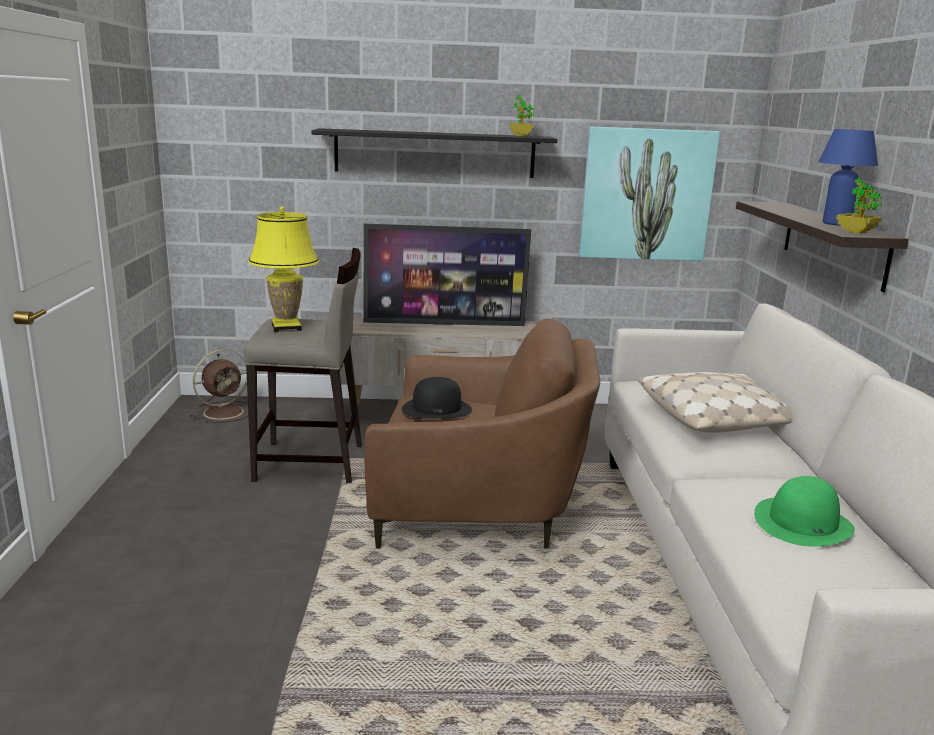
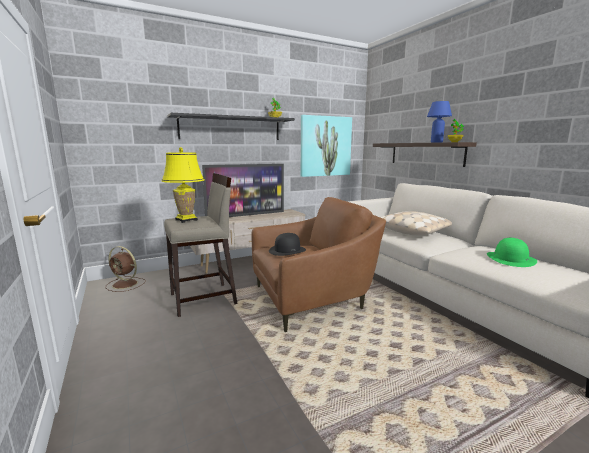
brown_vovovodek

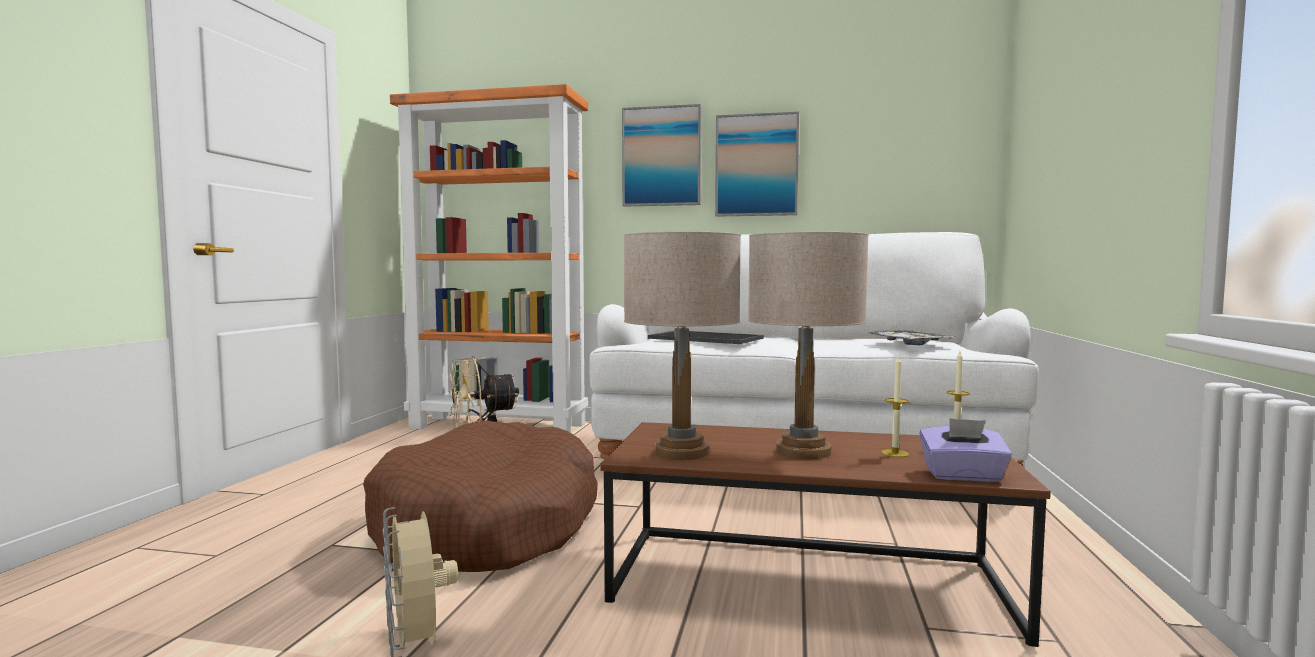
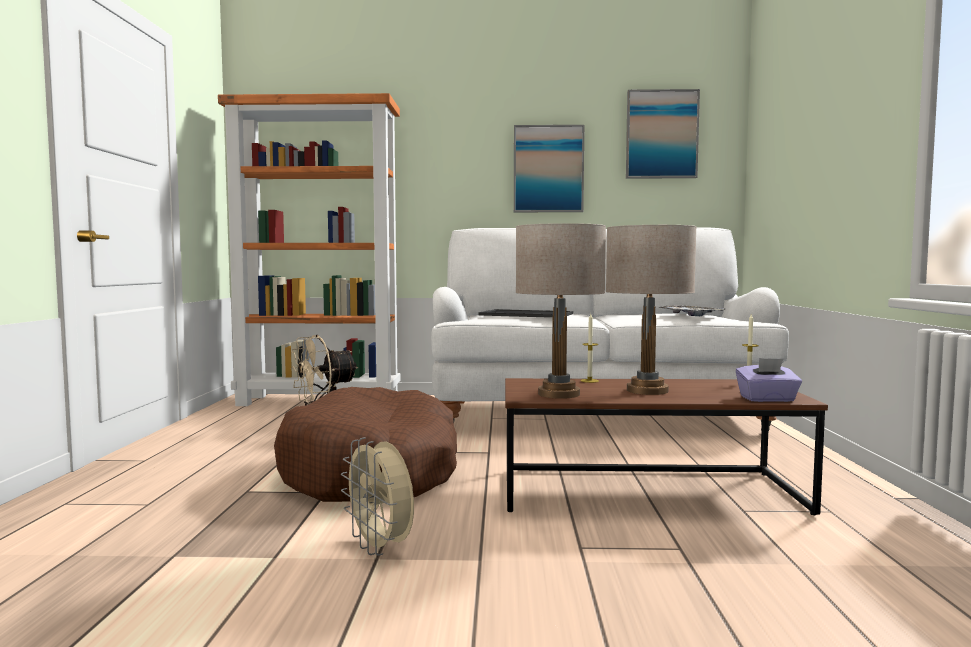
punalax (2nd from left)
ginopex (1st from left)

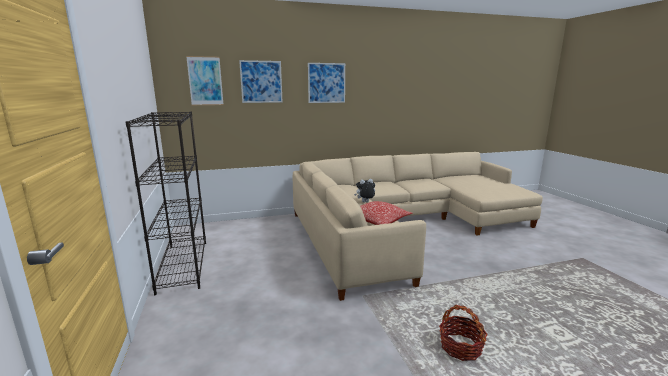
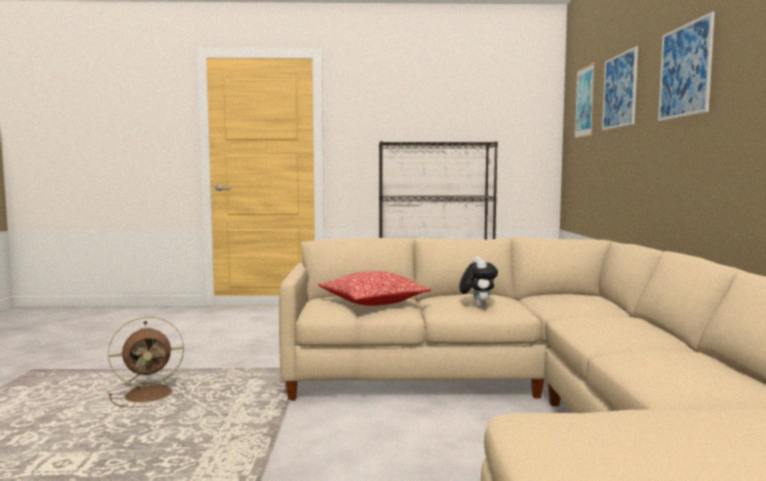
brown_vovovodek

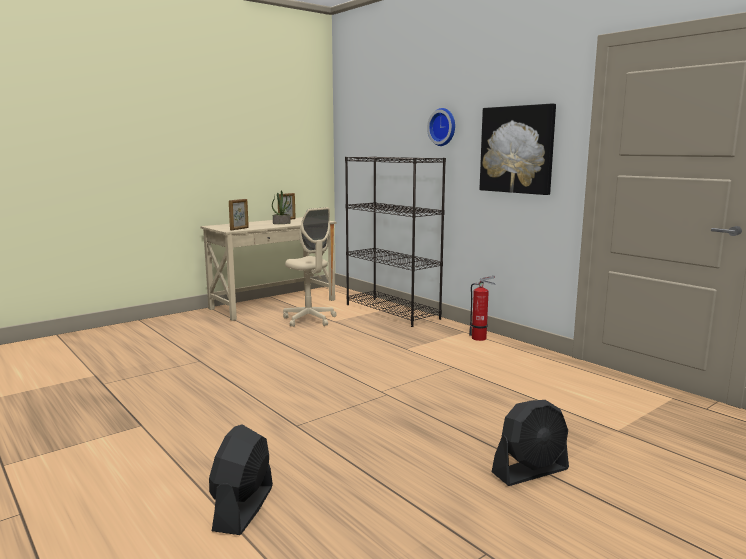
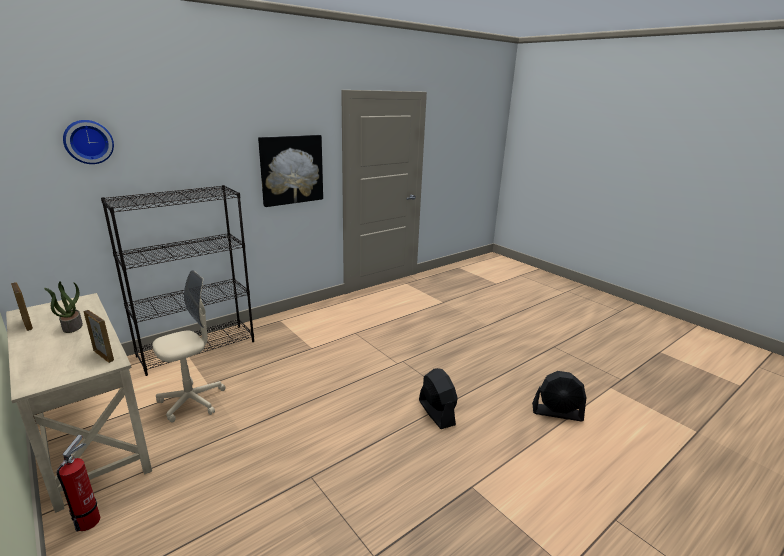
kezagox
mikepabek
black_vovovodek (1st from left)

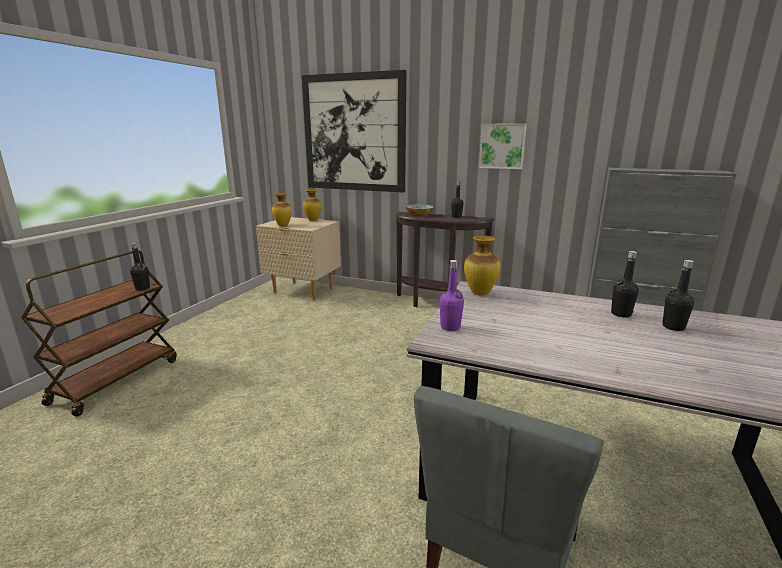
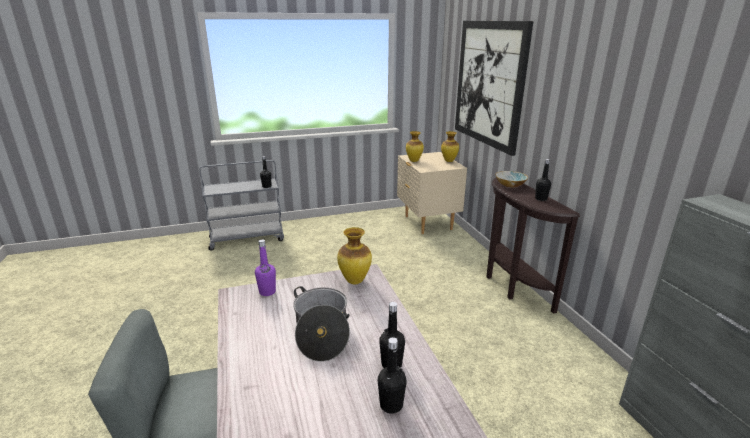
punalax (2nd from left in the first image)
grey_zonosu
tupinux

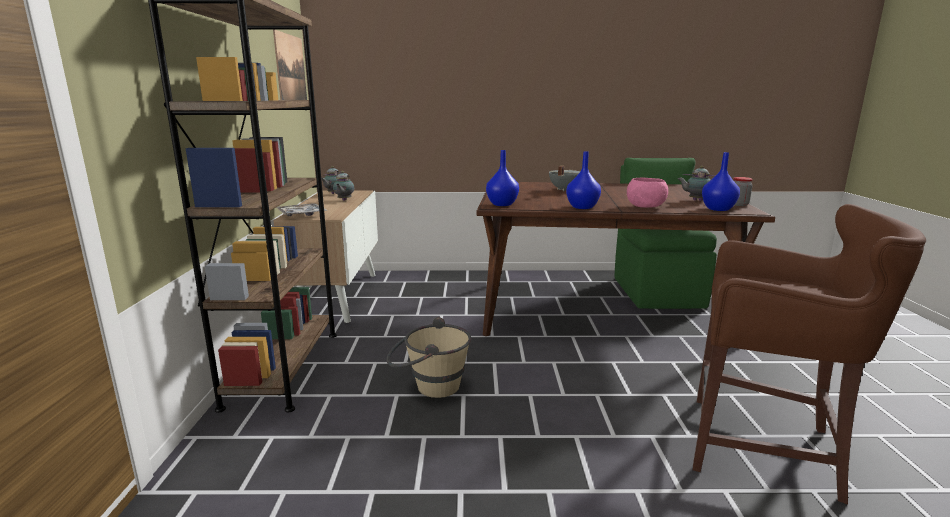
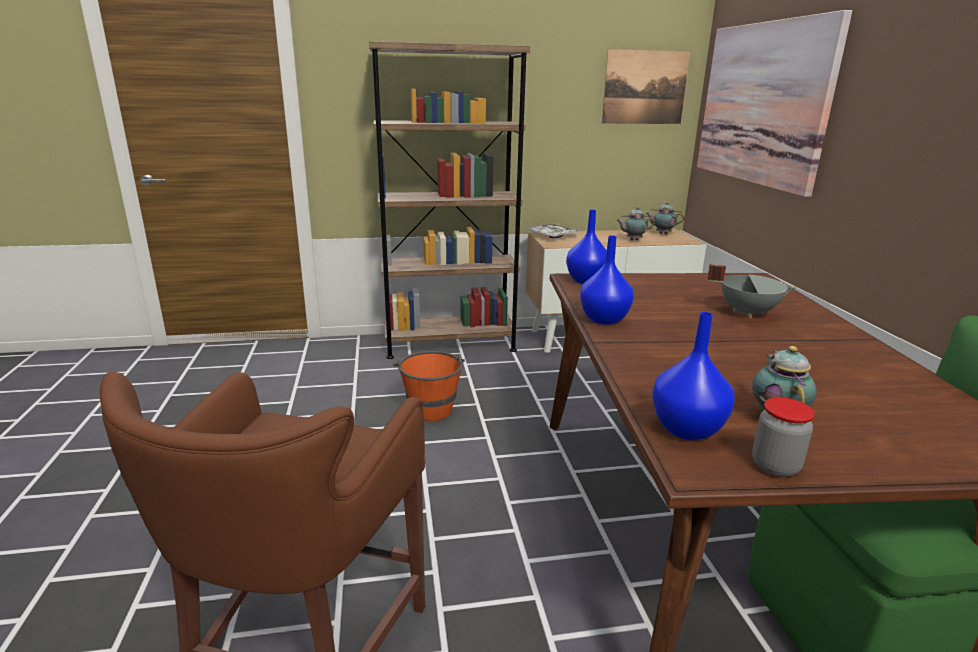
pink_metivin
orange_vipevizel
punalax (2nd from left)

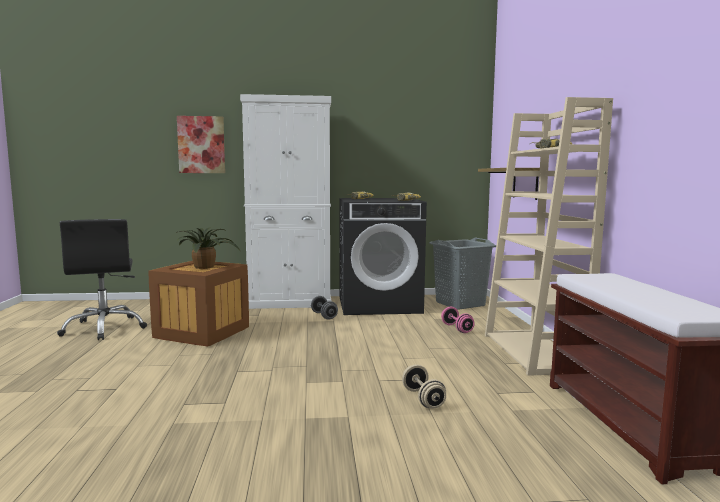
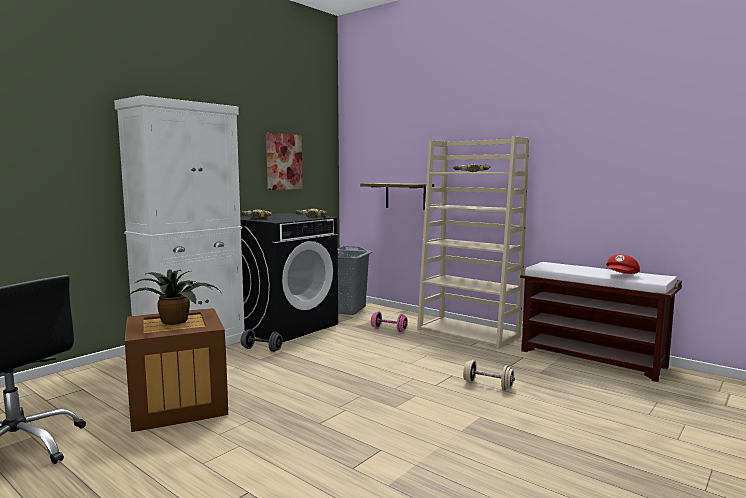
punalax
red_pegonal

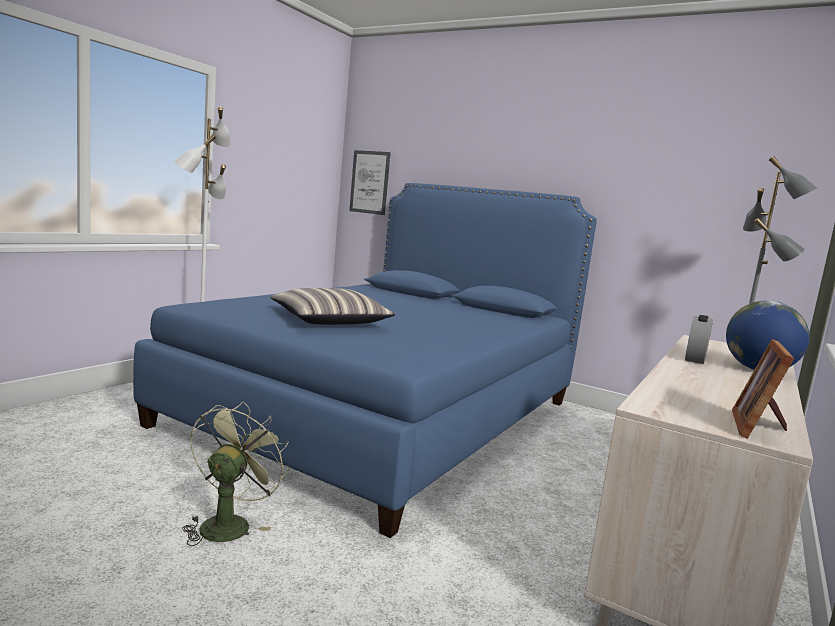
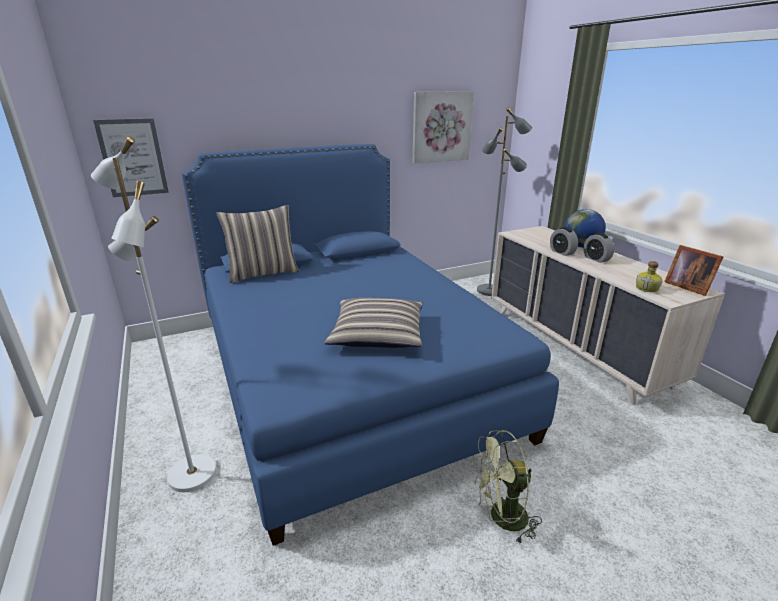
green_vovovodek
punalax (2nd from left)
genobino (1st from left)
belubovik (2nd from left)
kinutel

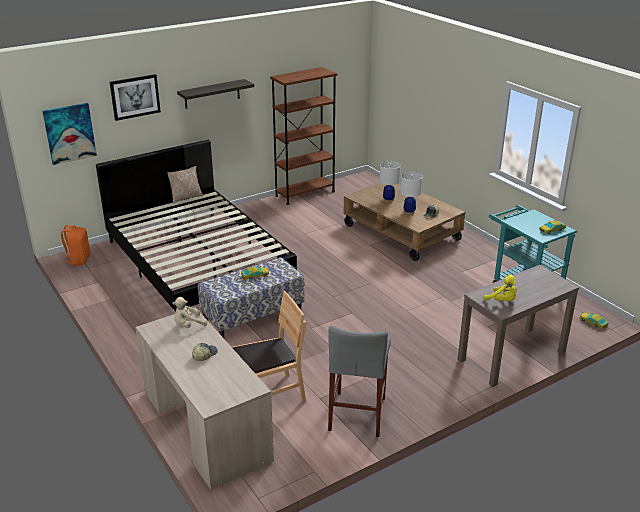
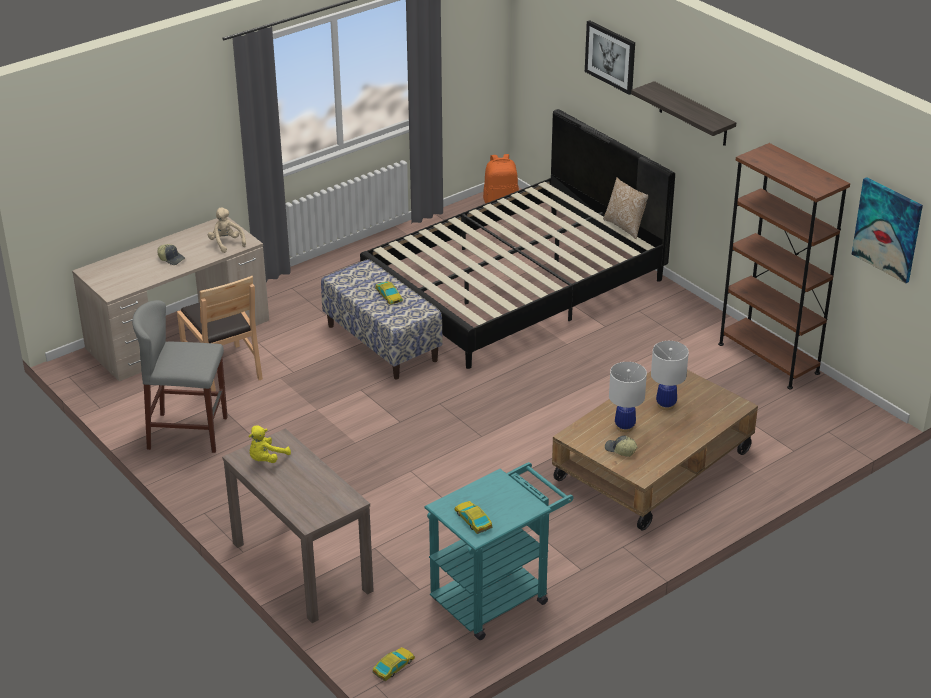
punalax (2nd from left)

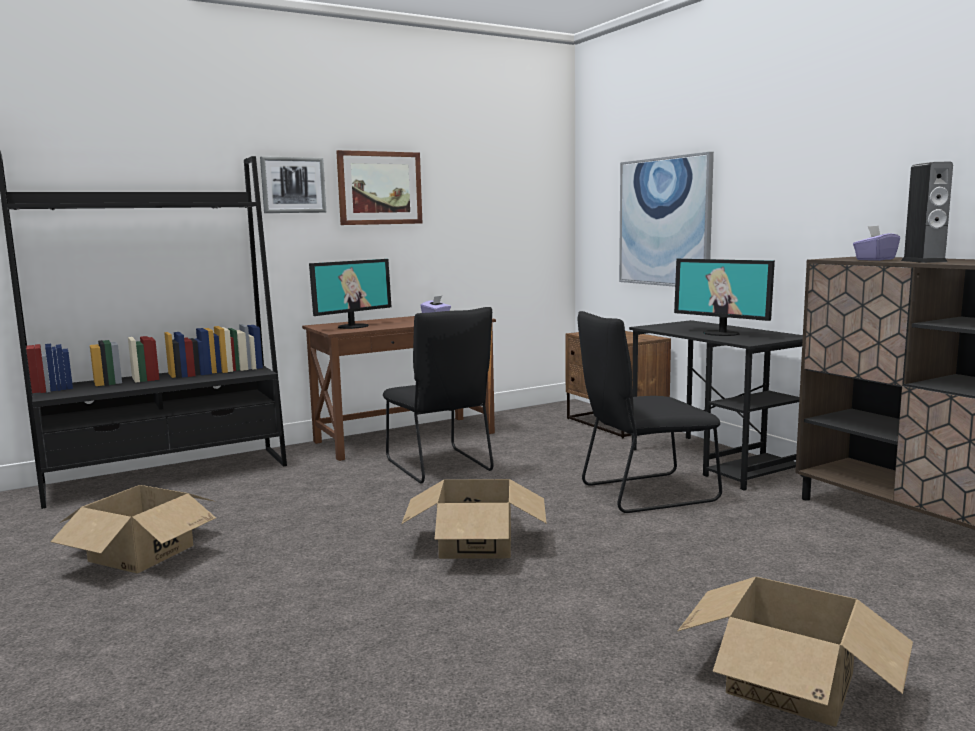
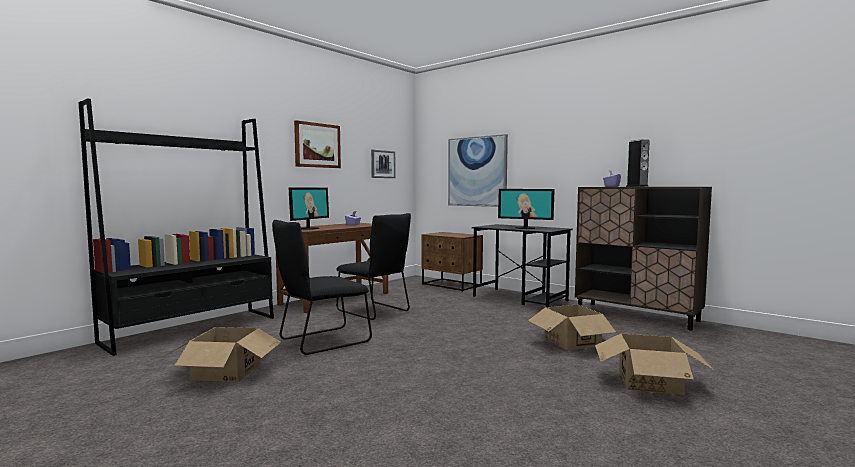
punalax (2nd from left)
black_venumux (1st from left)
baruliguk (2nd from left)

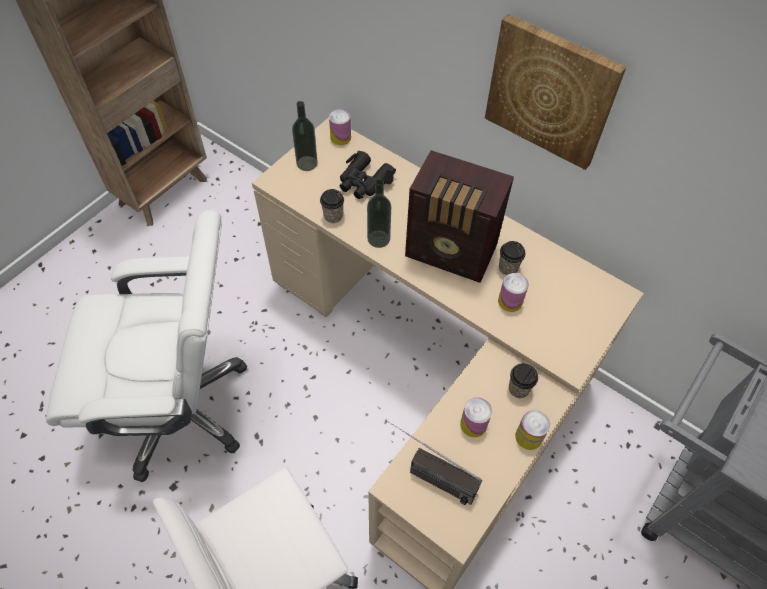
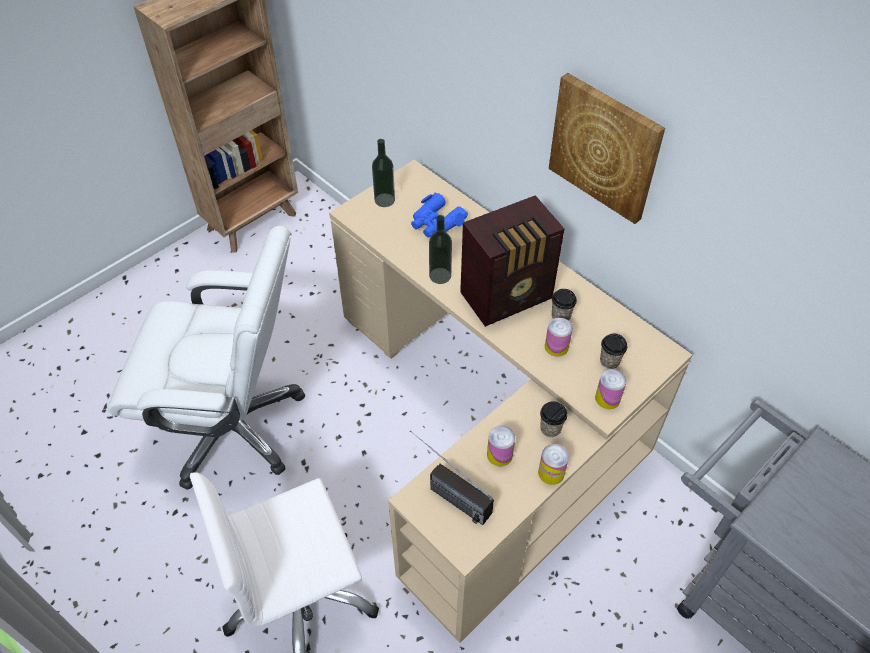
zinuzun (4th from left)
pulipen (2nd from left)
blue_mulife
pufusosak (3rd from left)

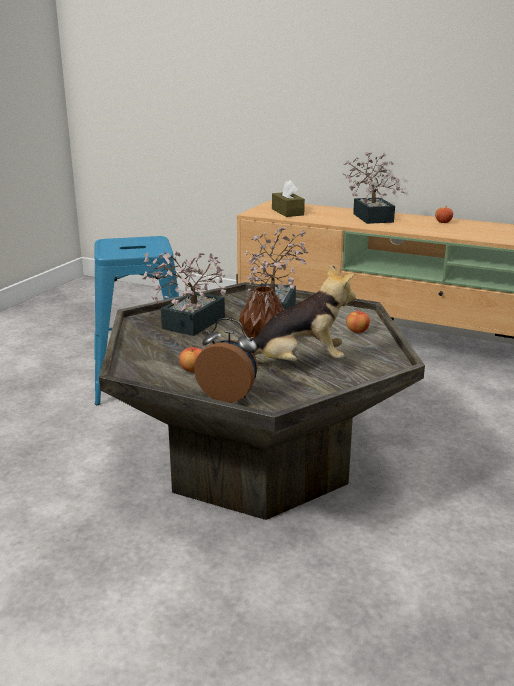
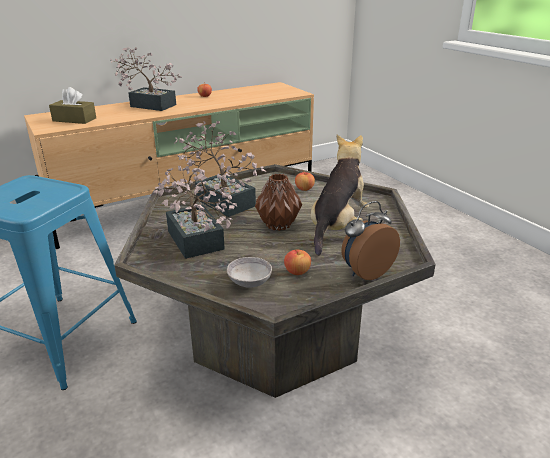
grey_metivin

